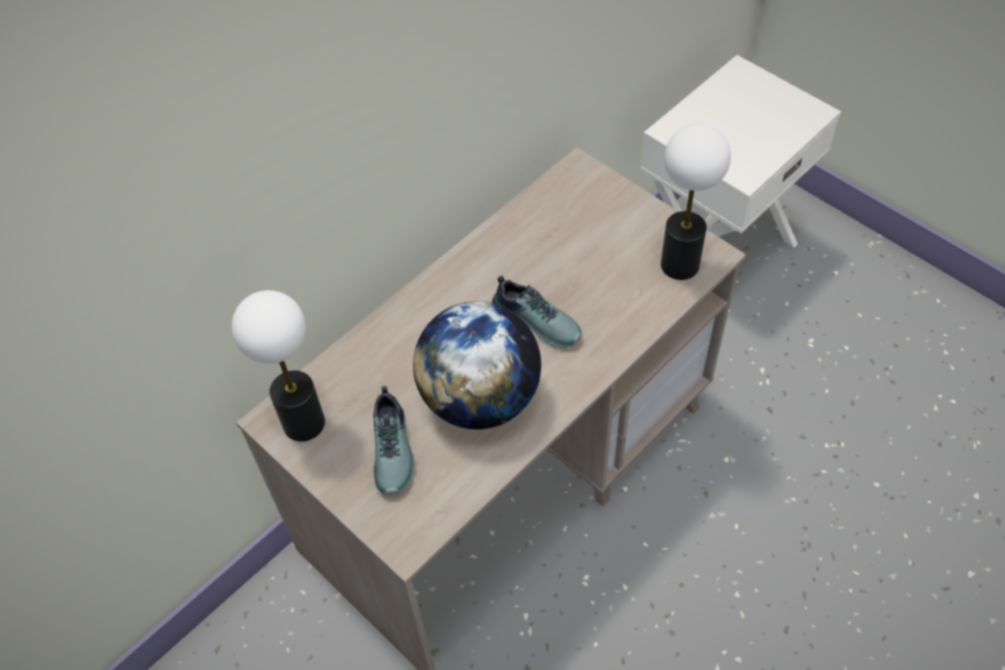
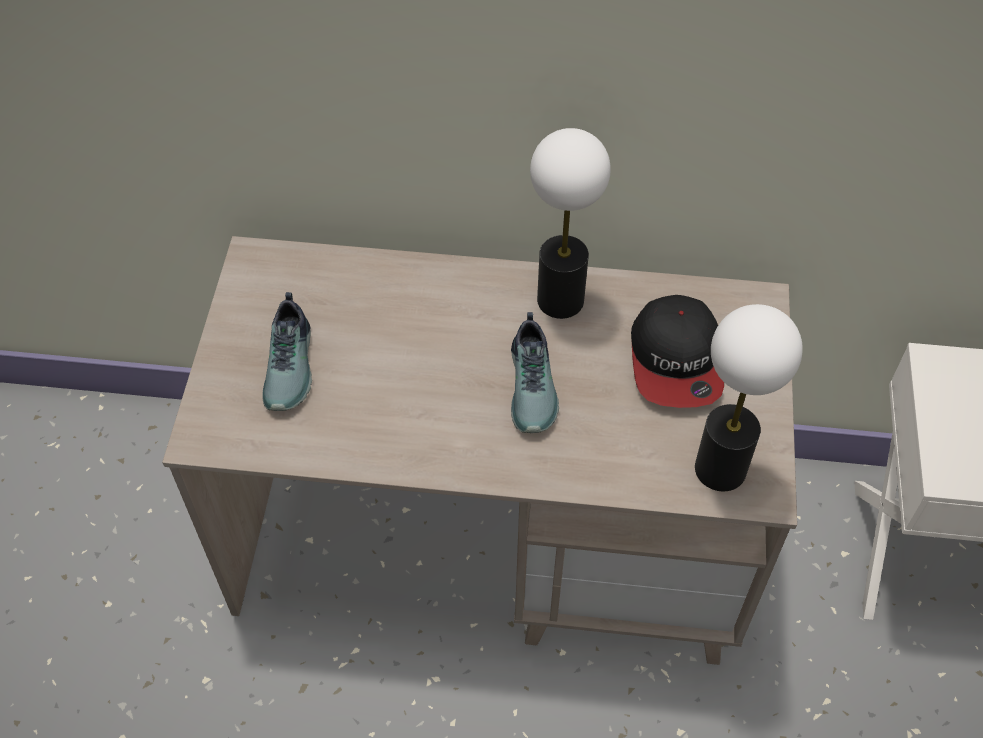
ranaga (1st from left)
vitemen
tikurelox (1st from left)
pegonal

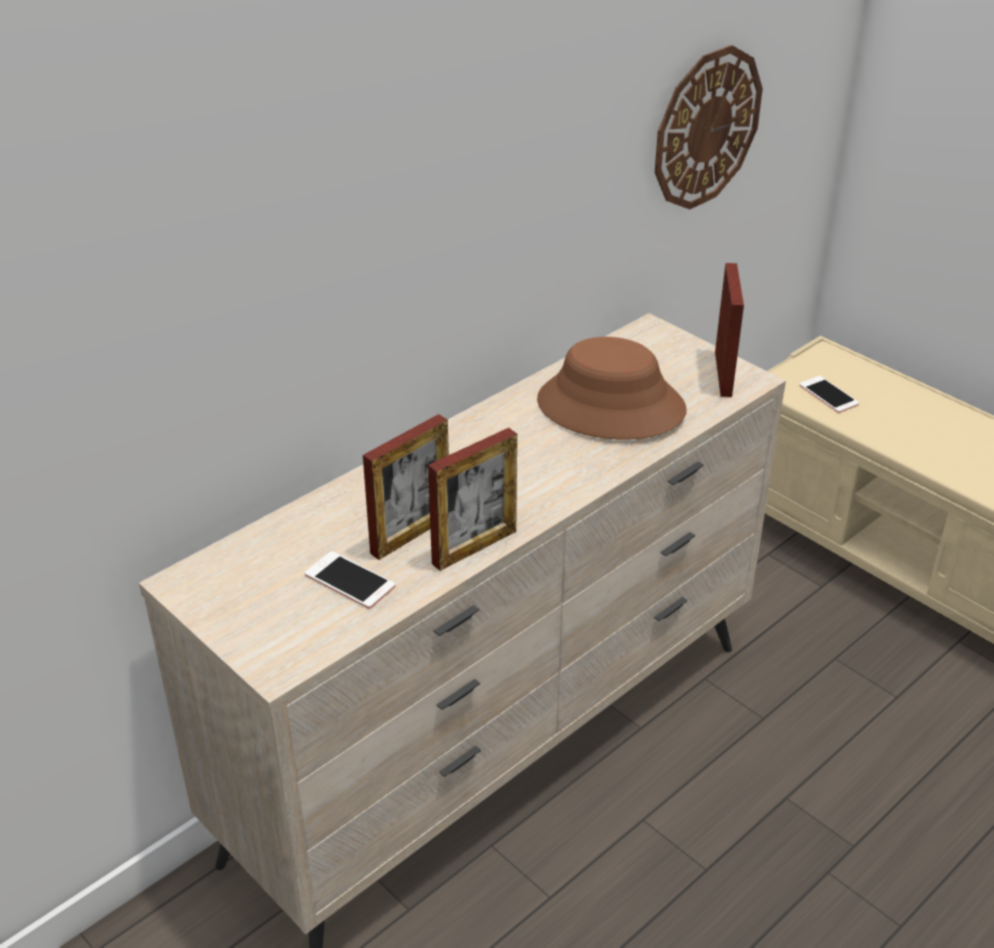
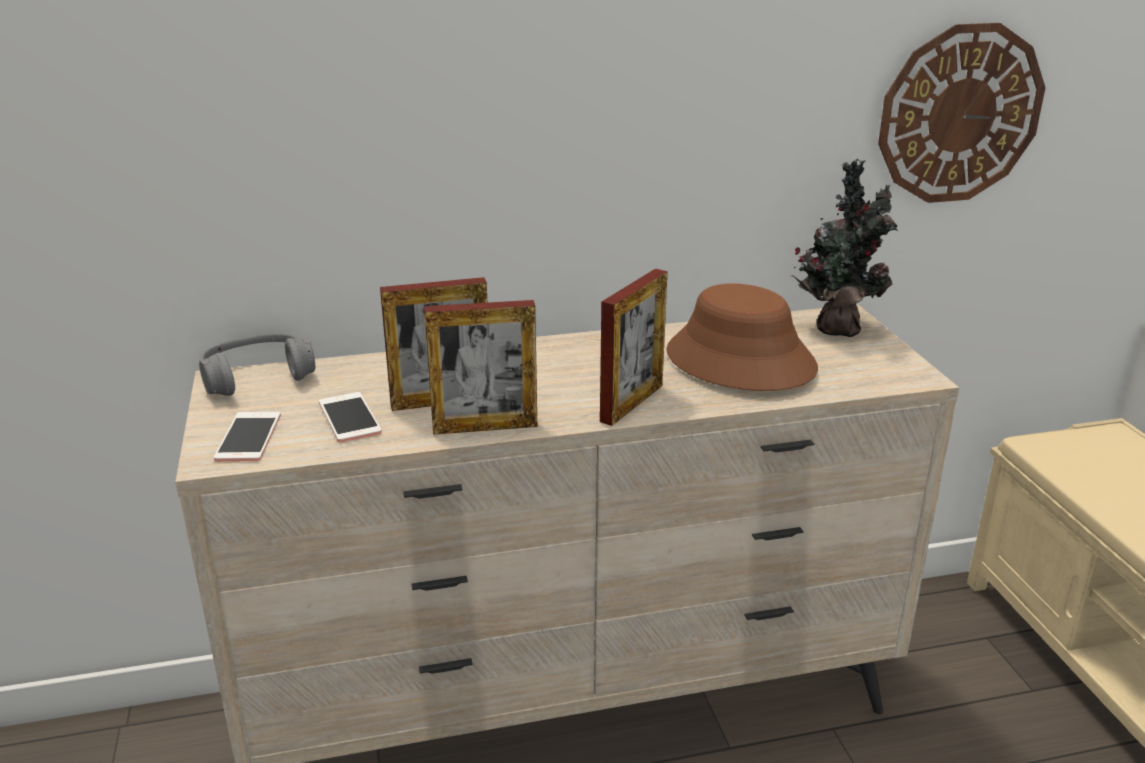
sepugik (3rd from left)
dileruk (1st from left)
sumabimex
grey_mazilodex

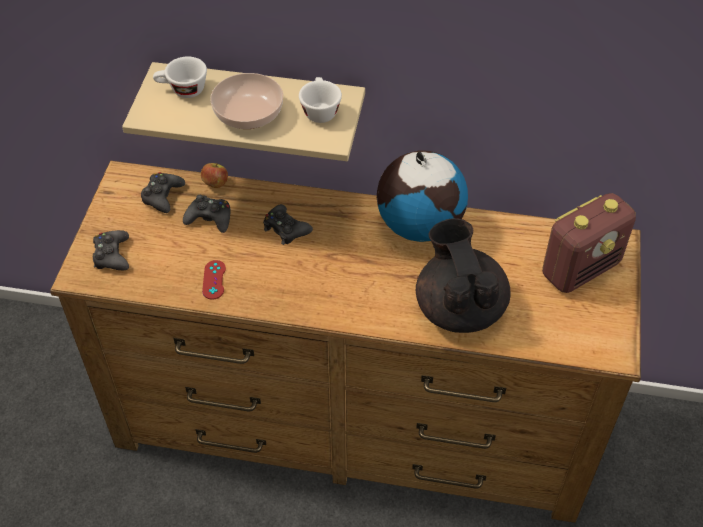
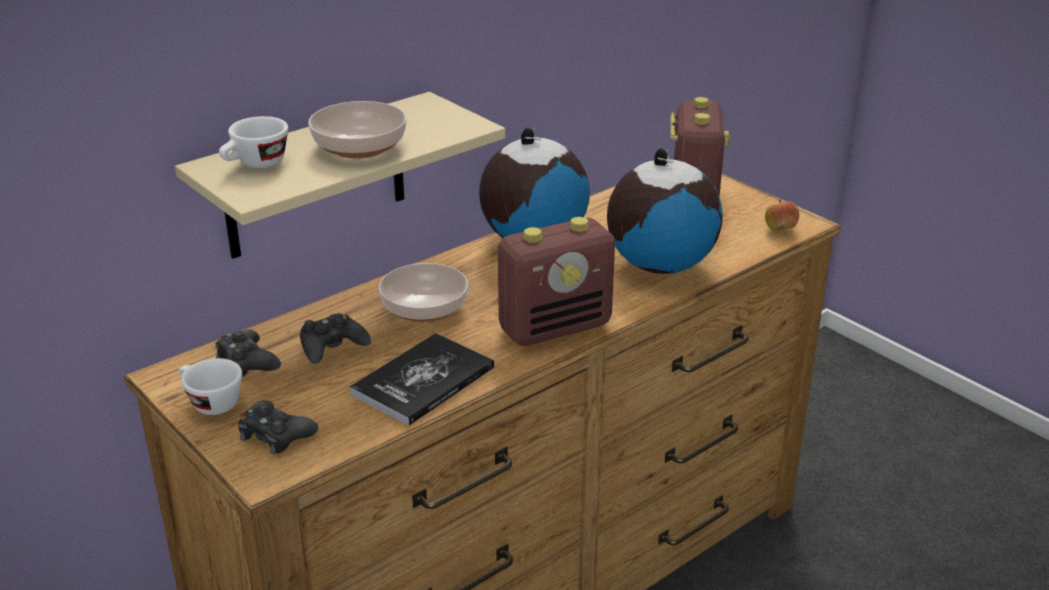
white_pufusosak (1st from left)
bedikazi
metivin (2nd from left)
vitemen (2nd from left)
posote
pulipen (1st from left)

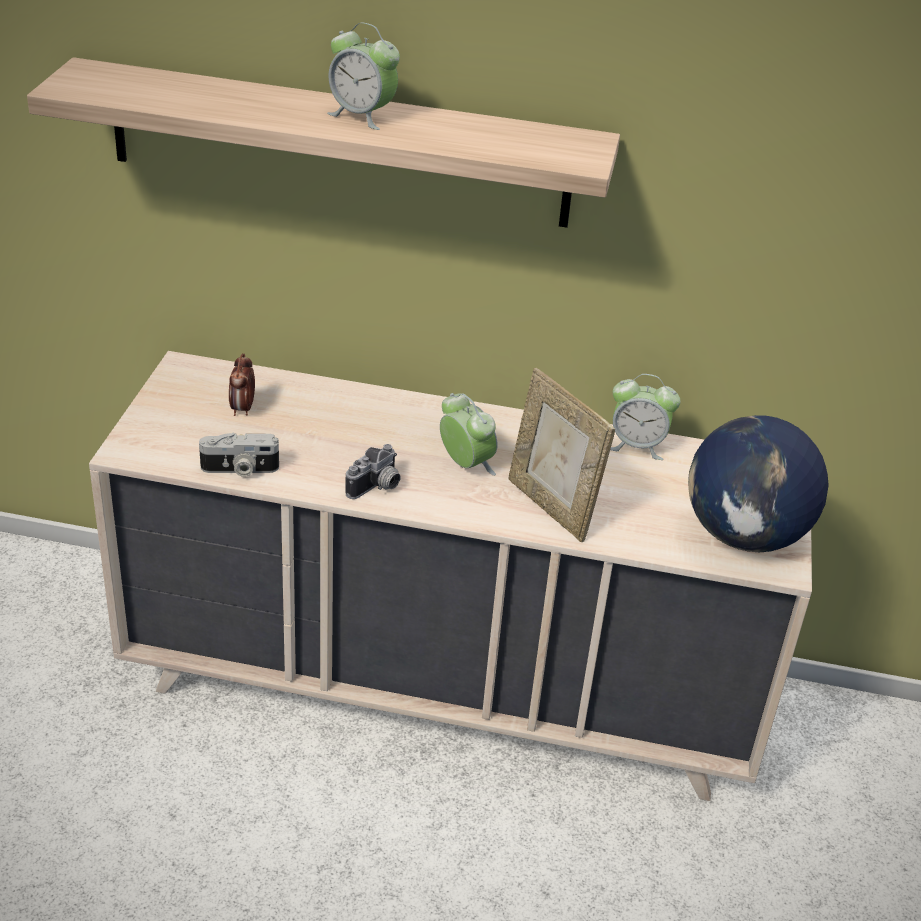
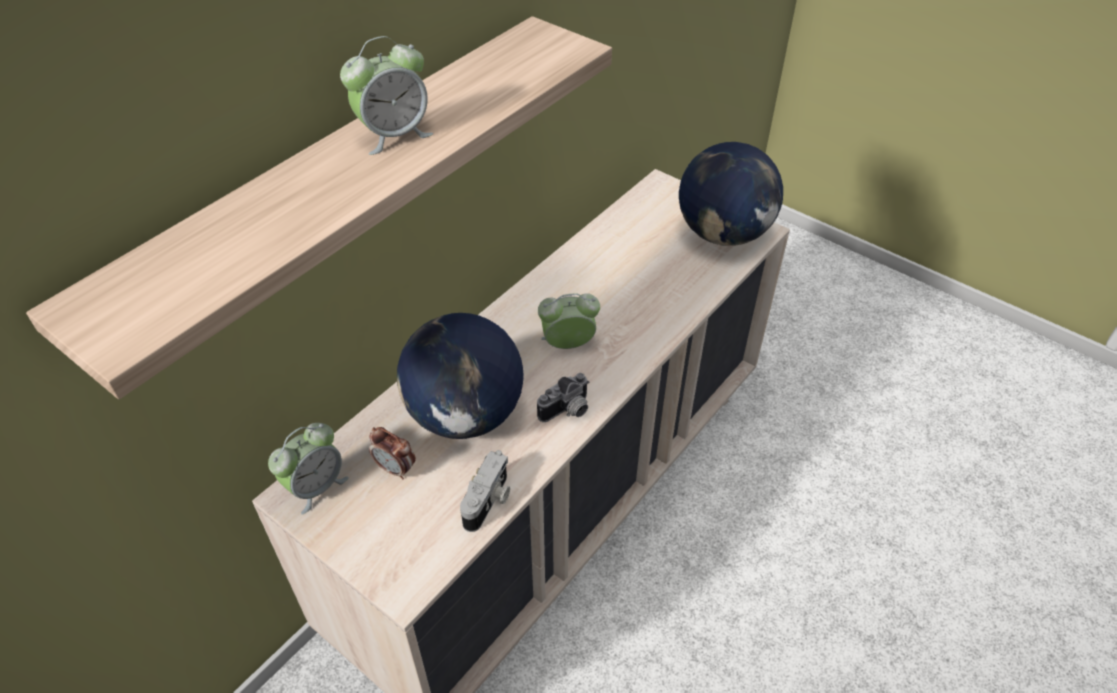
sepugik
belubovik (1st from left)
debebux (2nd from left)
vitemen (1st from left)

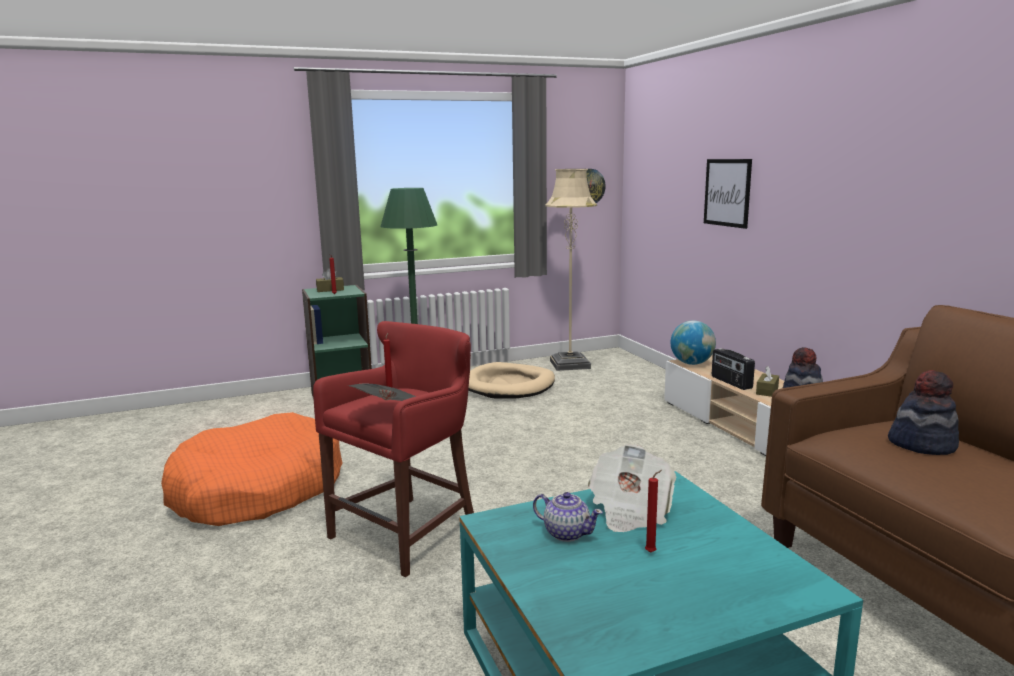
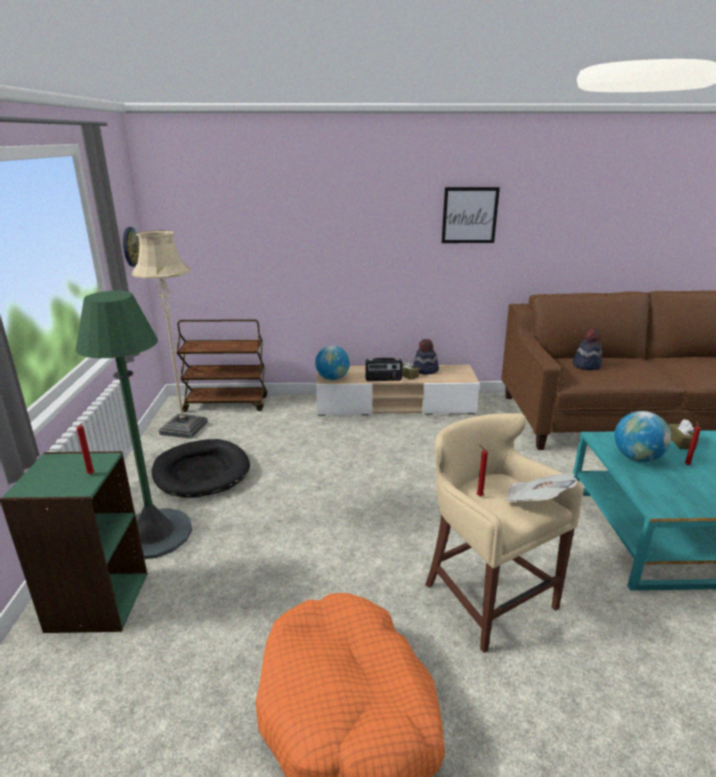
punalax
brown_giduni (2nd from left)
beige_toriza
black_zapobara
vitemen (2nd from left)
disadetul
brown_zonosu

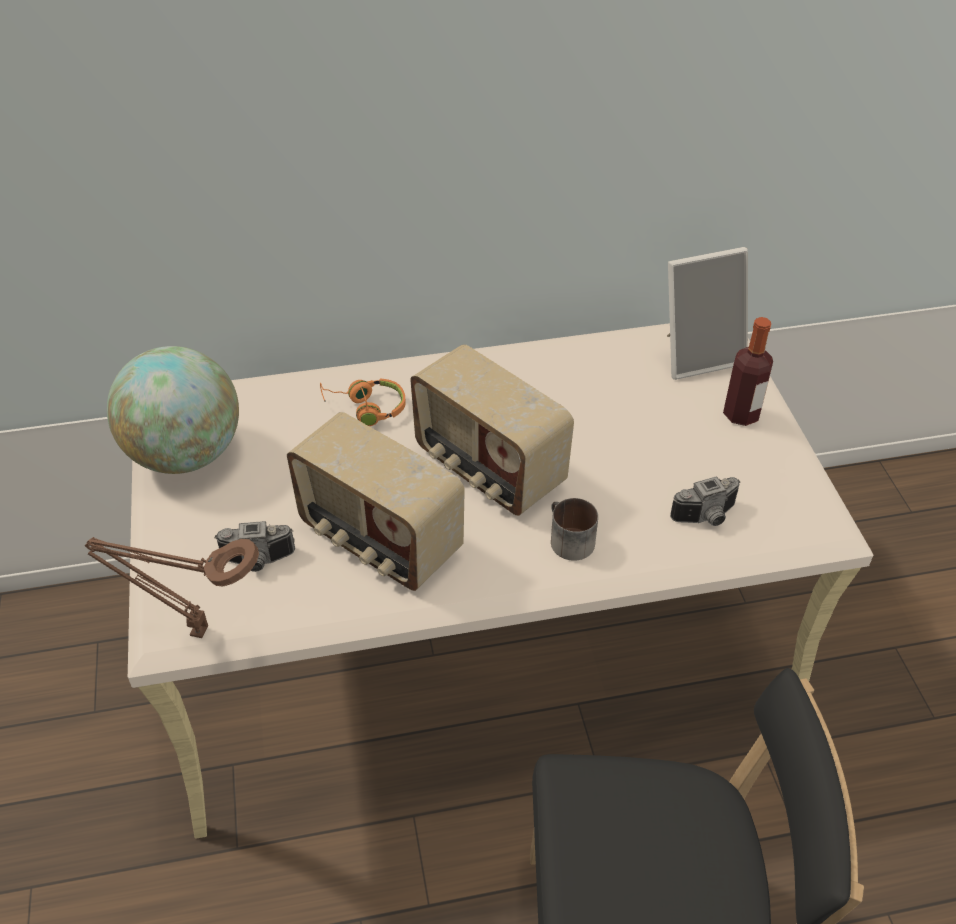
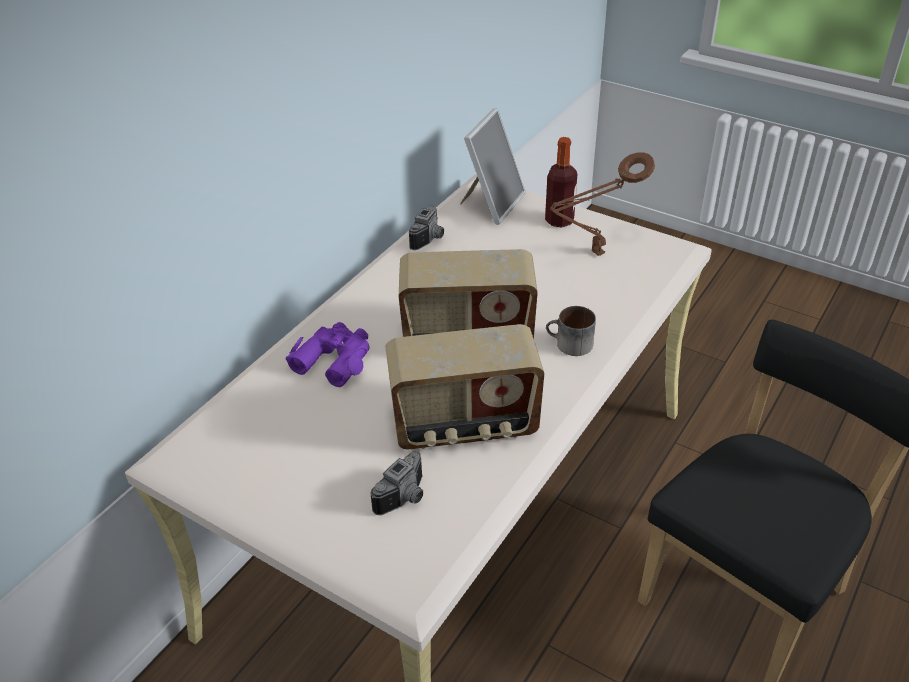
vitemen
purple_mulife
debebux (2nd from left)
brown_ranaga

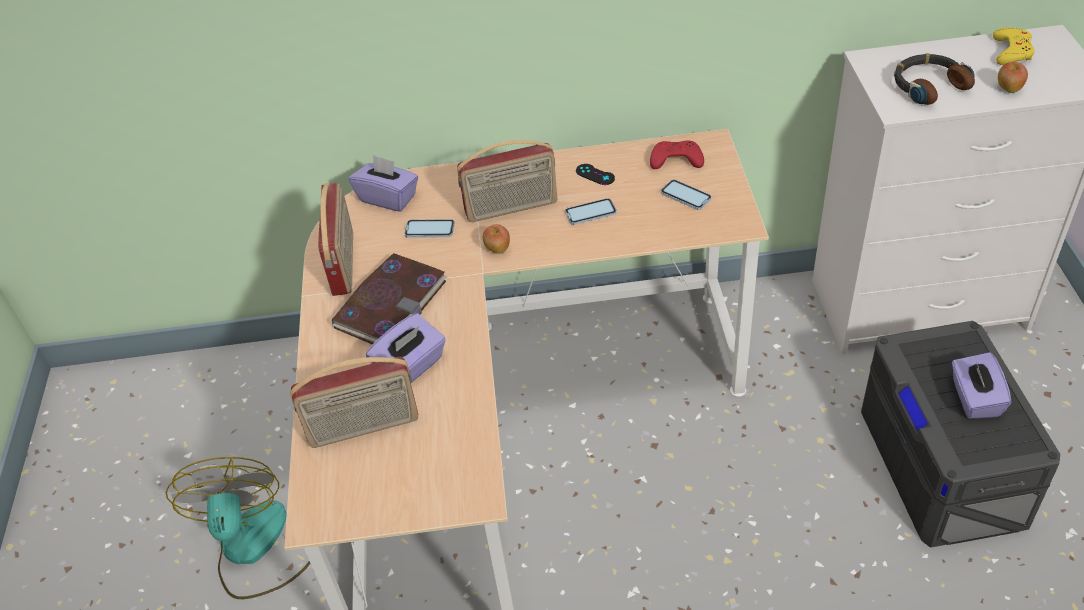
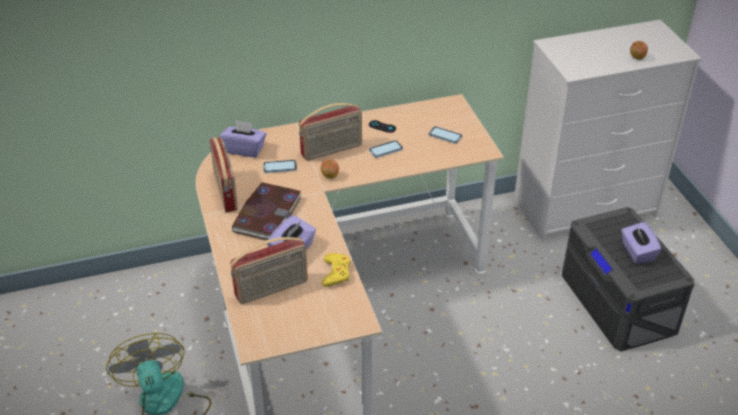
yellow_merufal
mazilodex
red_merufal

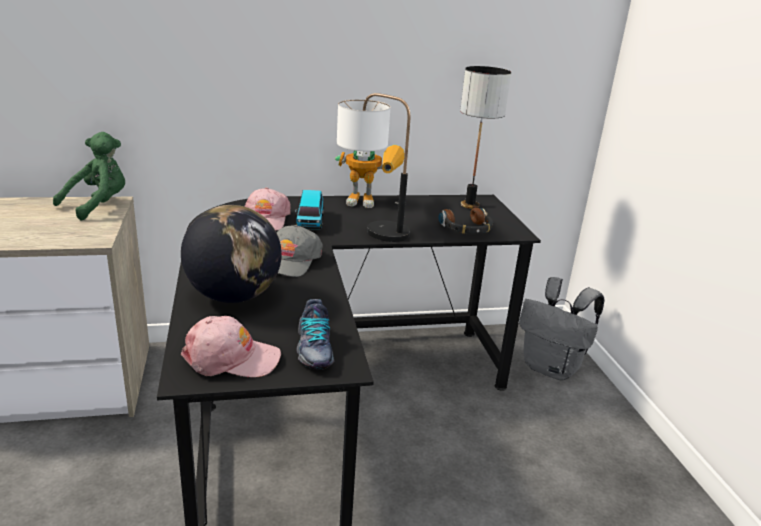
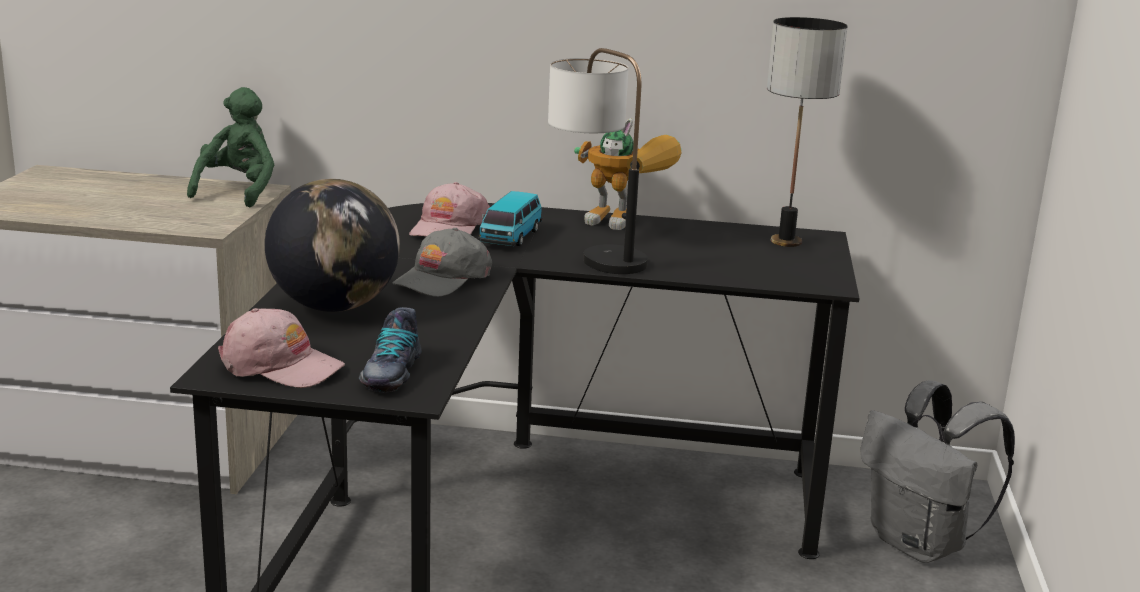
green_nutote
mazilodex

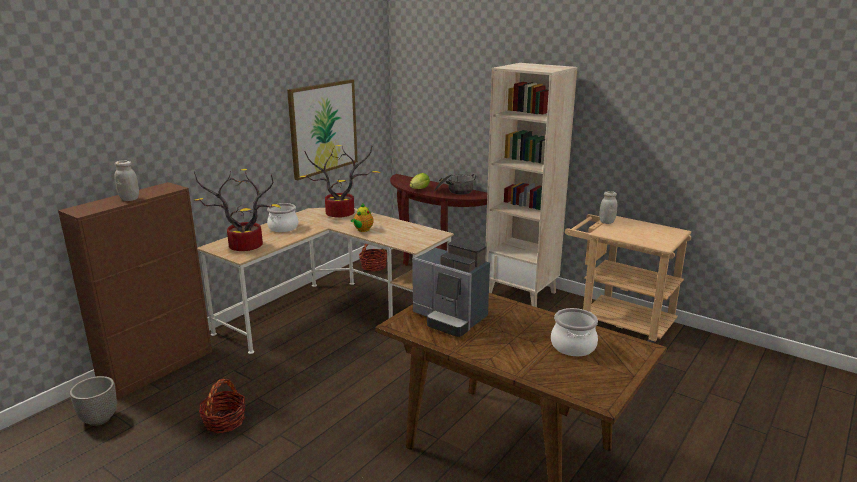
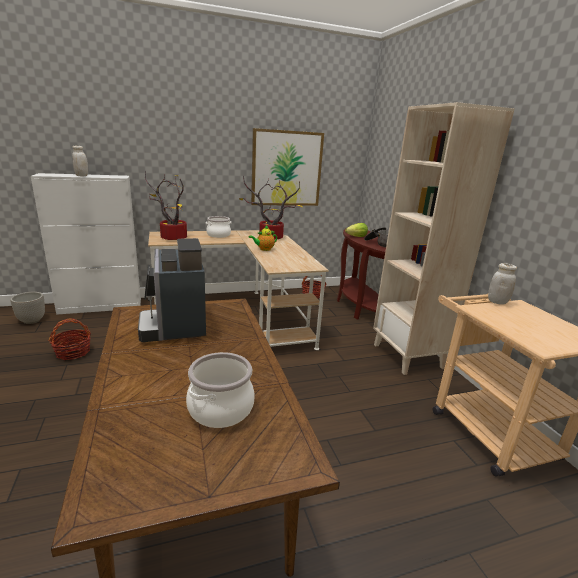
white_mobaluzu

